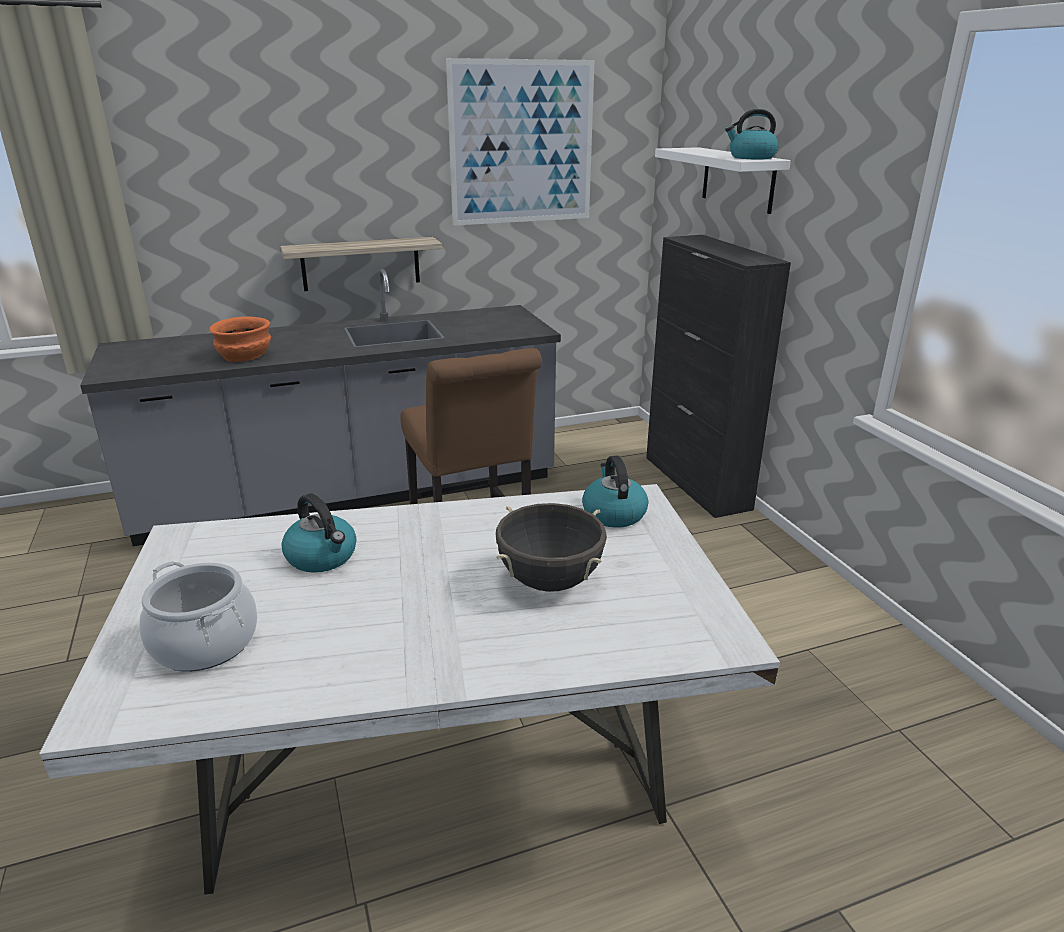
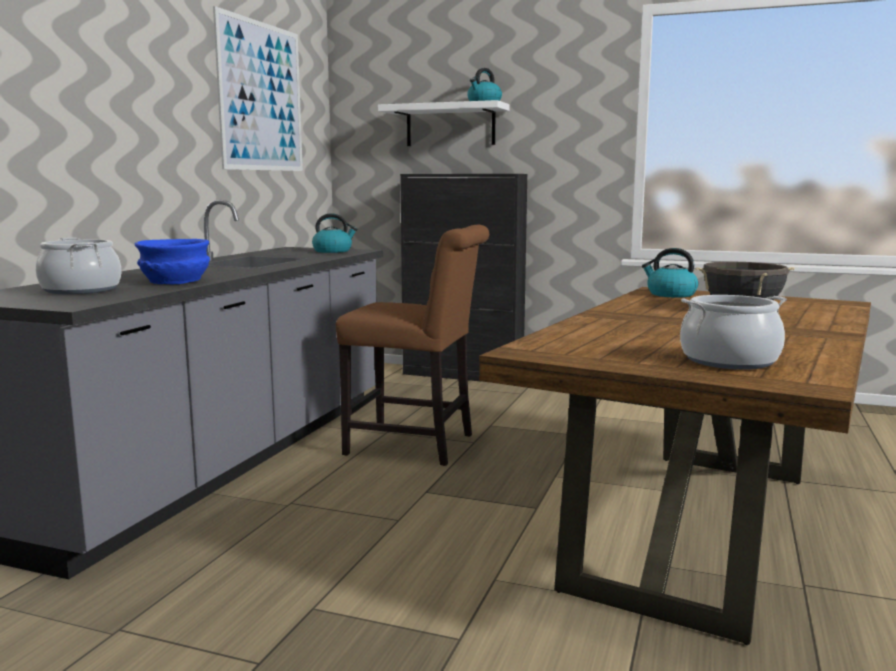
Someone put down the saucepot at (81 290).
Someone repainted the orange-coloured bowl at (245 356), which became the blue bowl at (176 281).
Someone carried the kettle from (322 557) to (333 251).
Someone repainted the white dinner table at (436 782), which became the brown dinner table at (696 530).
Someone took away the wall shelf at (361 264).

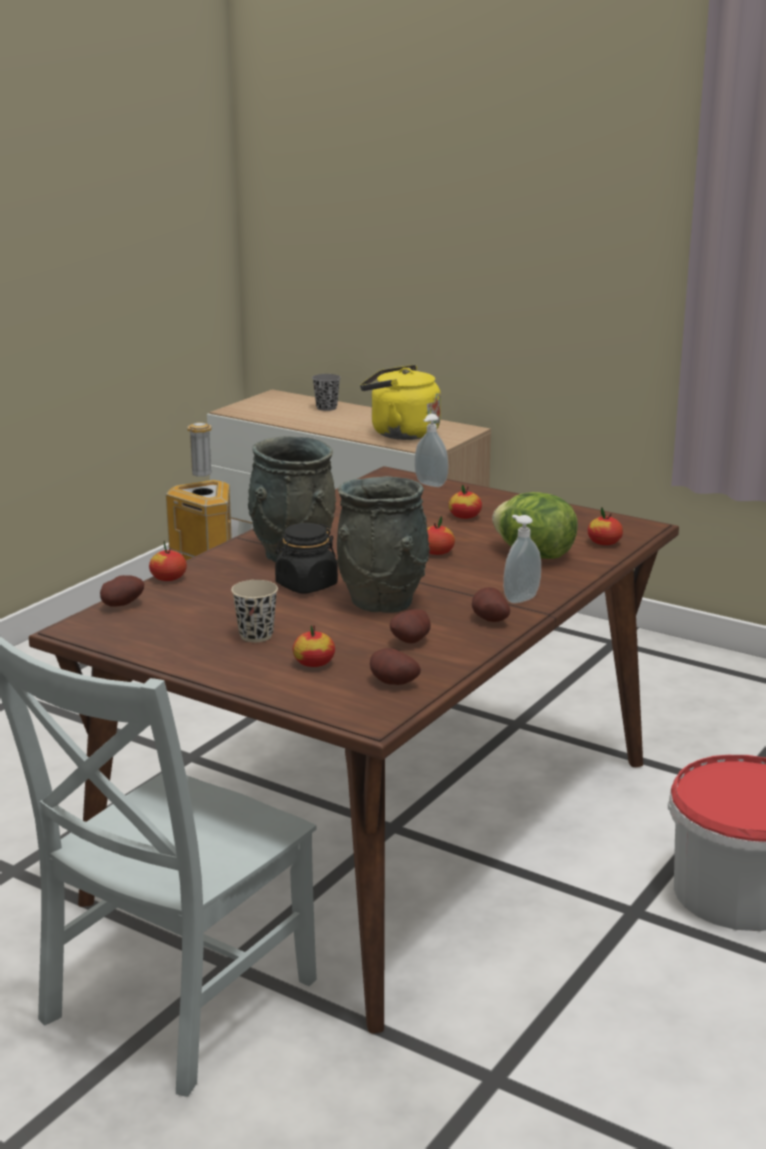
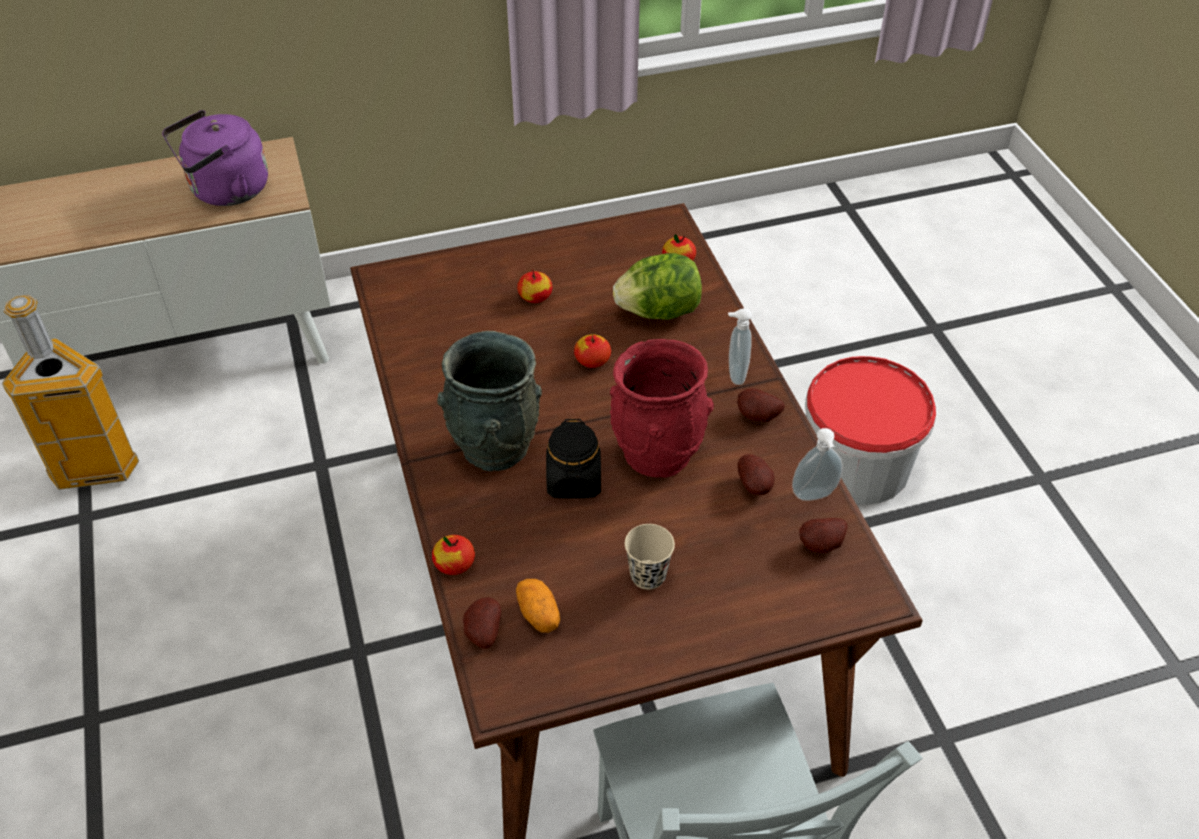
Someone repainted the yellowish kettle at (400 433), which became the purple-coloured kettle at (225 191).
Someone put down the whole potato at (538 614).
Someone repainted the grey decorative vase at (383 601), which became the reddish decorative vase at (658 454).
Someone carried the soap dispenser from (429 485) to (814 496).
Someone took away the apple fruit at (314 663).
Someone took away the grey drinking cup at (326 408).

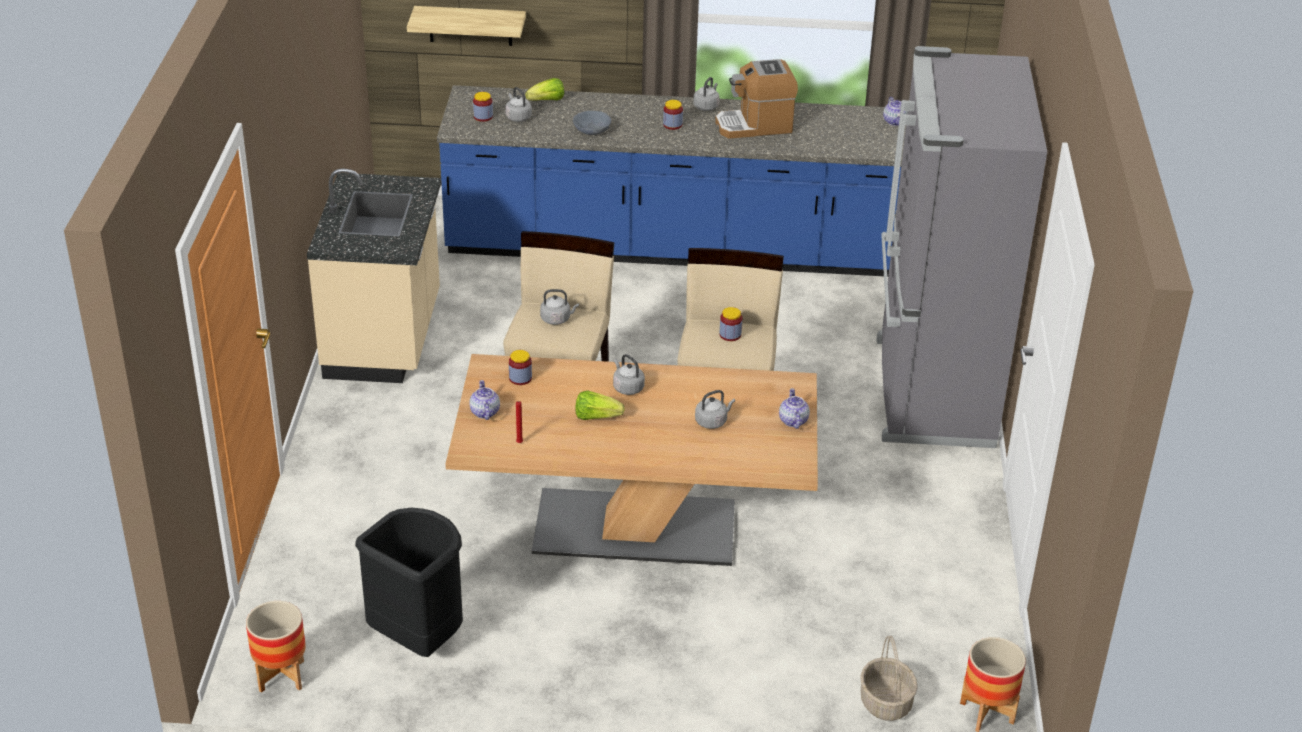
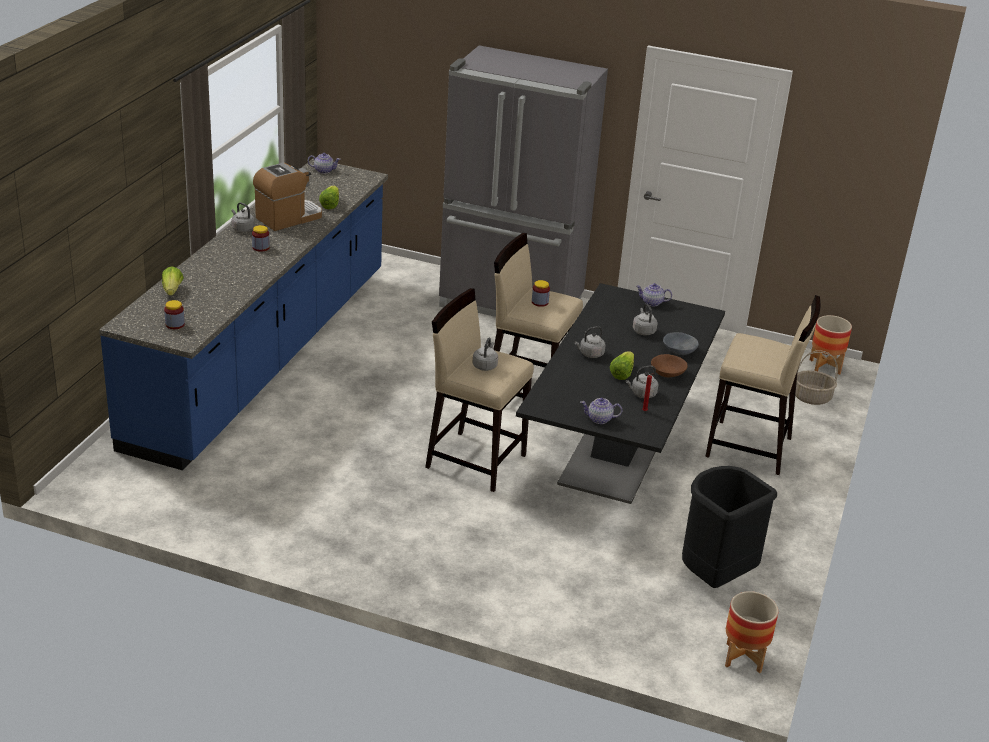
Someone rotated the coffee machine at (755 125) by 135 degrees counterclockwise.
Someone put down the lettuce head at (330 205).
Someone repainted the beige-coloured dinner table at (635 528), which became the blackish dinner table at (615 452).
Someone carried the grey kettle from (517 117) to (642 394).
Someone put down the brown bowl at (667 373).
Someone carried the grey bowl from (592 130) to (678 351).
Someone put down the beige-coloured stool at (750 448).
Someone took away the beige-coloured kitchen base unit at (385 338).
Someone took away the wall shelf at (470 25).
Someone took away the jar at (520 378).

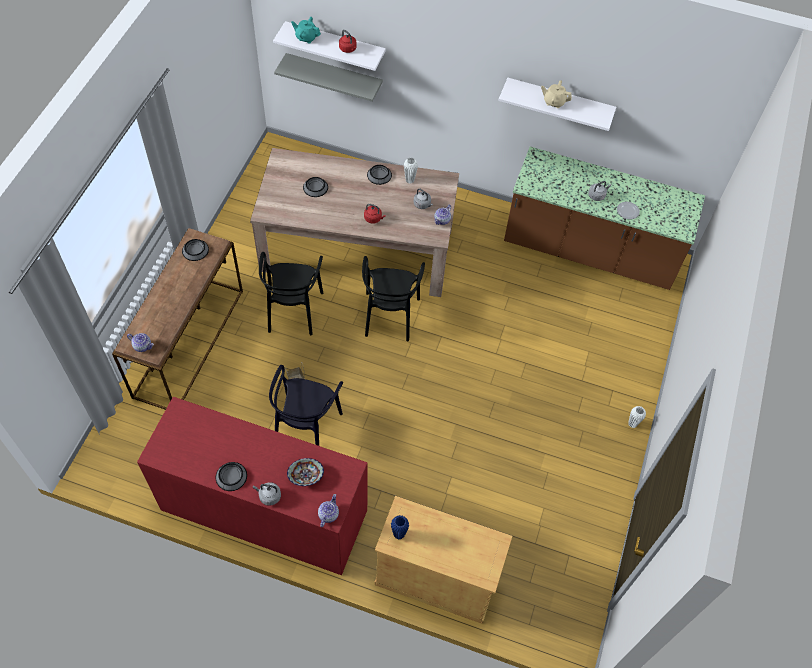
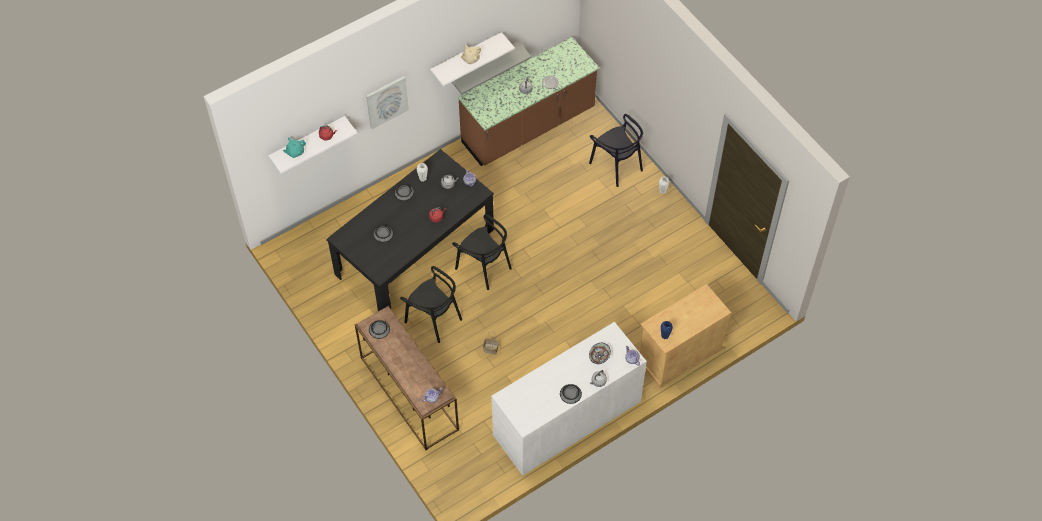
Someone repainted the beige-coloured dinner table at (357 248), which became the blackish dinner table at (414 252).
Someone put up the picture at (387 101).
Someone carried the grey wall shelf from (334 75) to (483 65).
Someone repainted the reddish drawer chest at (264 510), which became the white drawer chest at (567 418).
Someone carried the blackish plain chair from (306 428) to (616 165).

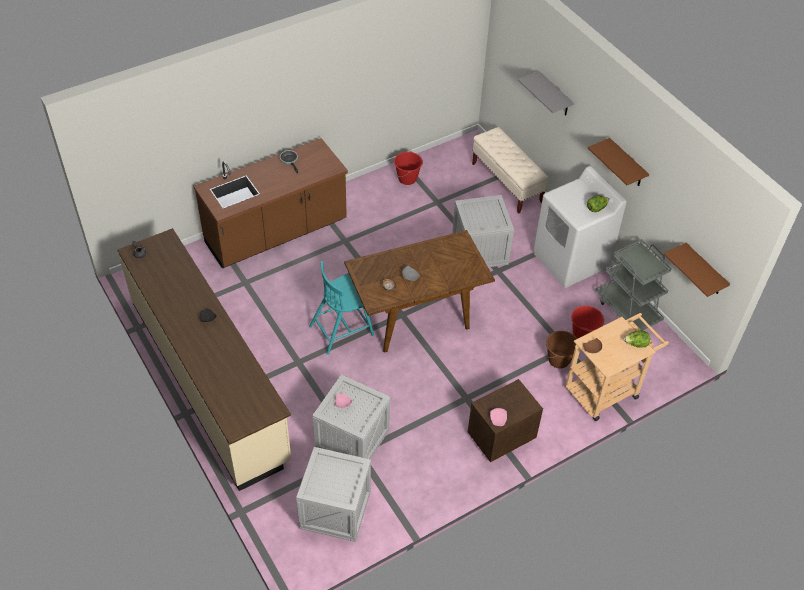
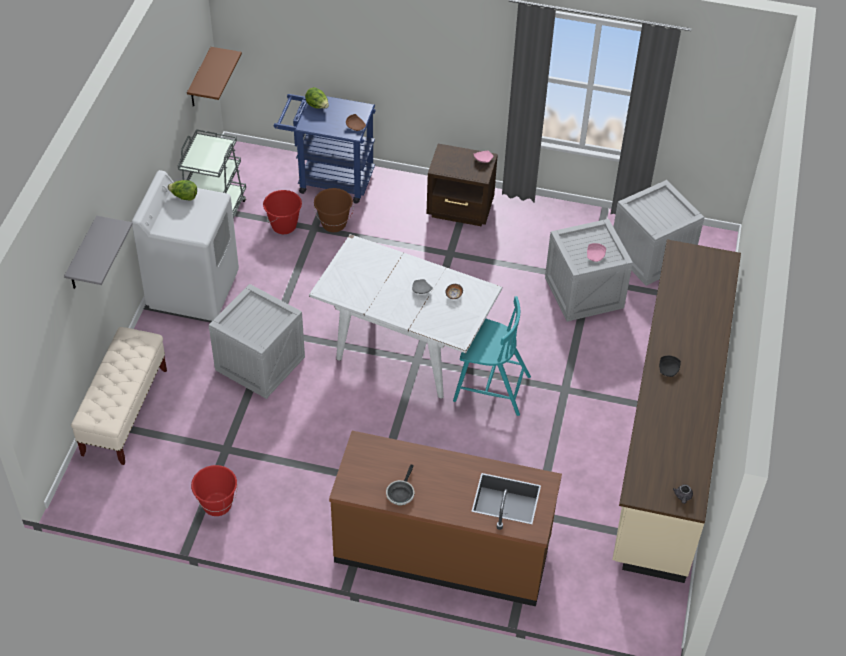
Someone repainted the beige-coloured trolley at (606 389), which became the blue trolley at (329 179).
Someone repainted the brown dinner table at (416 315), which became the white dinner table at (405 349).
Someone took away the brown wall shelf at (627 164).

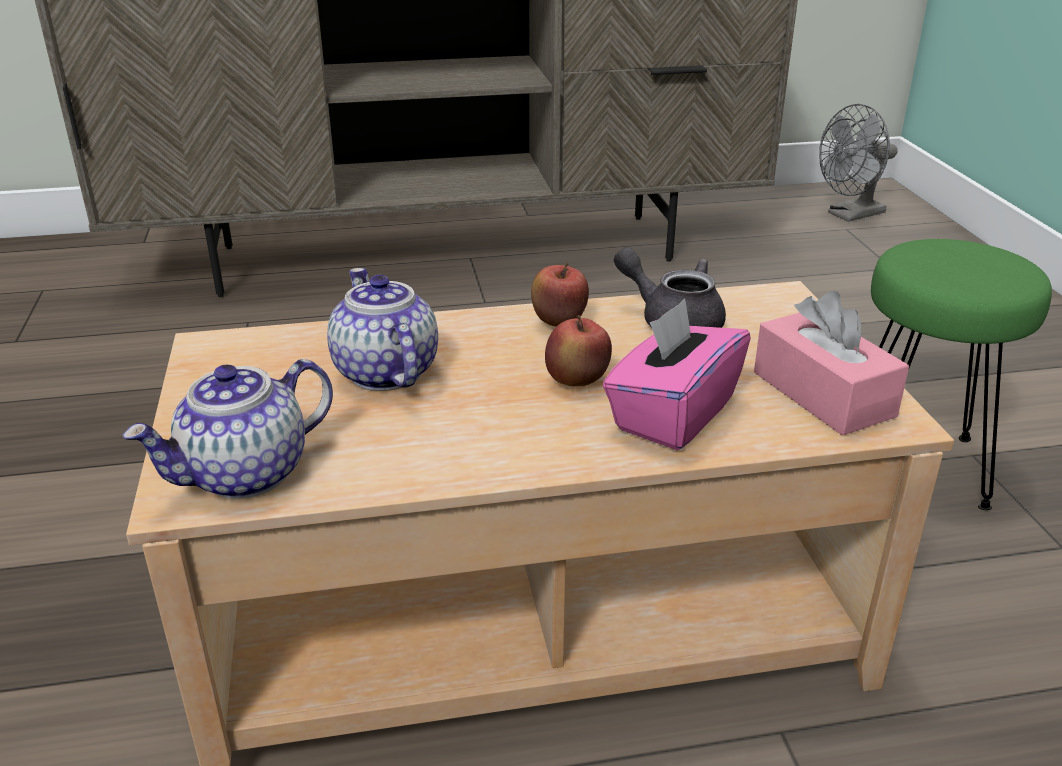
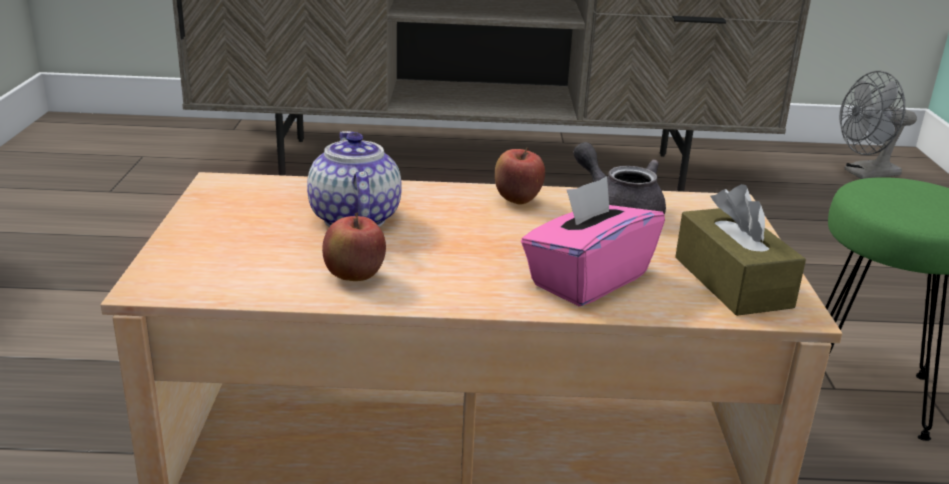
Someone carried the apple fruit from (577 382) to (354 278).
Someone repainted the pink box of tissues at (823 394), which became the brown box of tissues at (732 282).
Someone took away the pot for tea at (245 475).

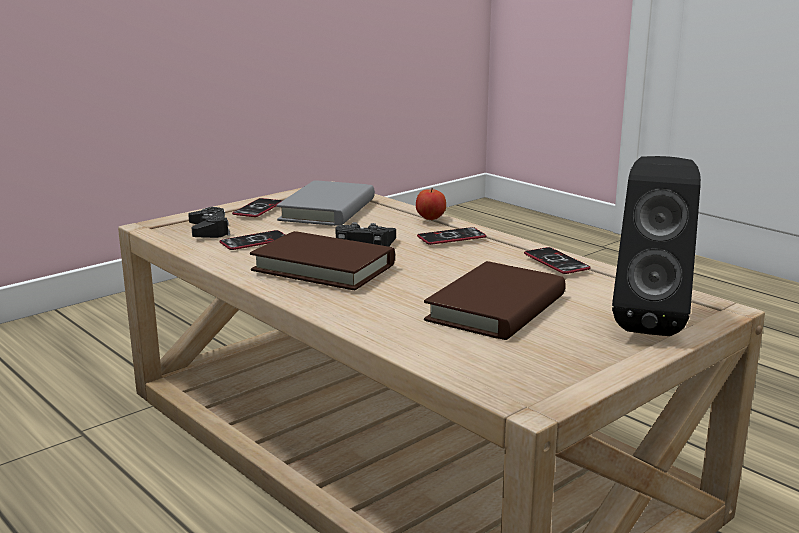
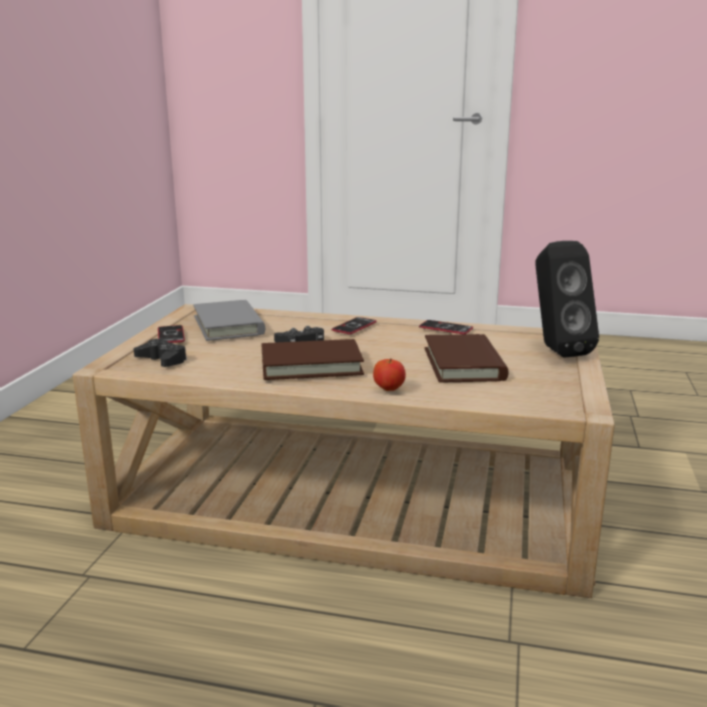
Someone carried the apple fruit from (430 219) to (389 389).
Someone took away the phone at (255 241).

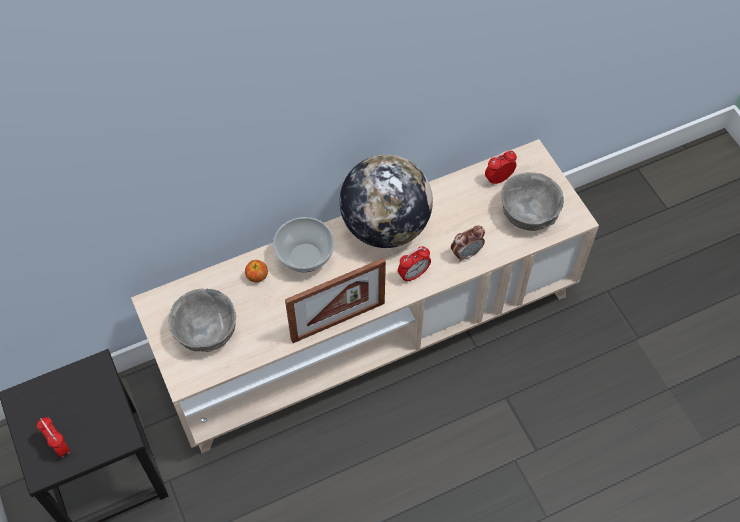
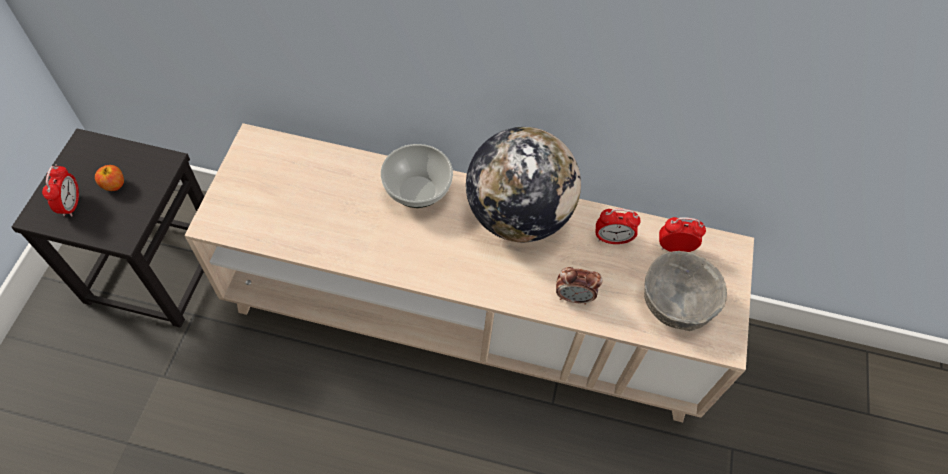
Someone carried the apple fruit from (257 276) to (114 185).
Someone carried the table clock from (413 274) to (612 239).
Someone took away the grey bowl at (206 331).
Someone took away the picture frame at (338 321).

